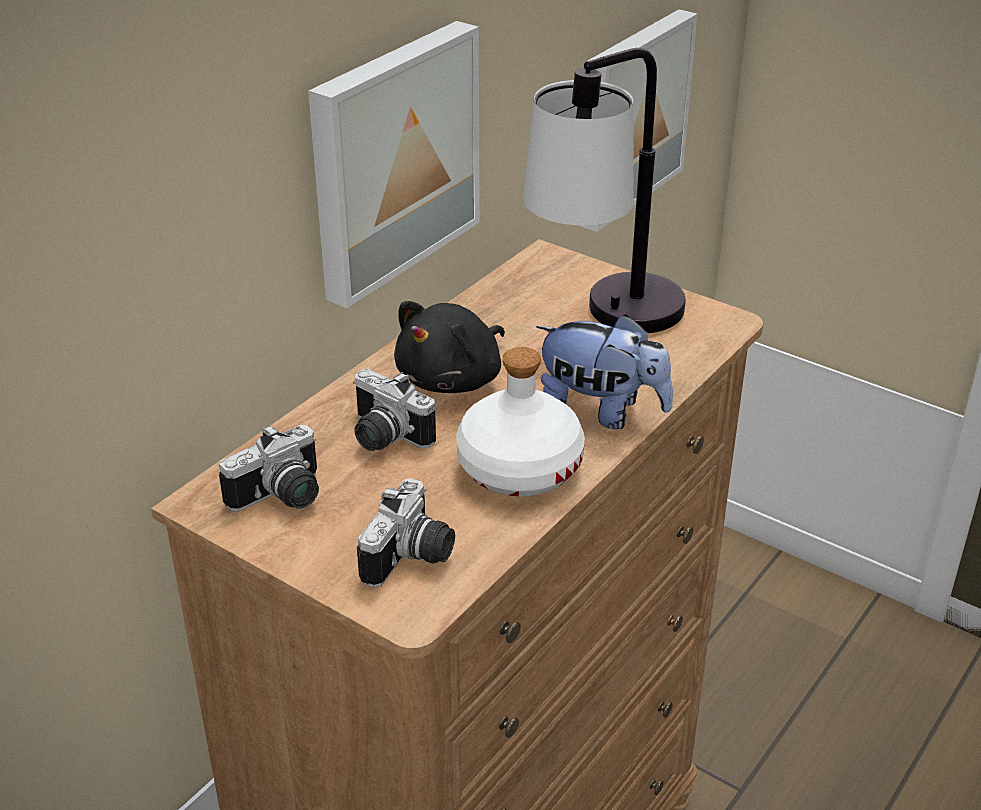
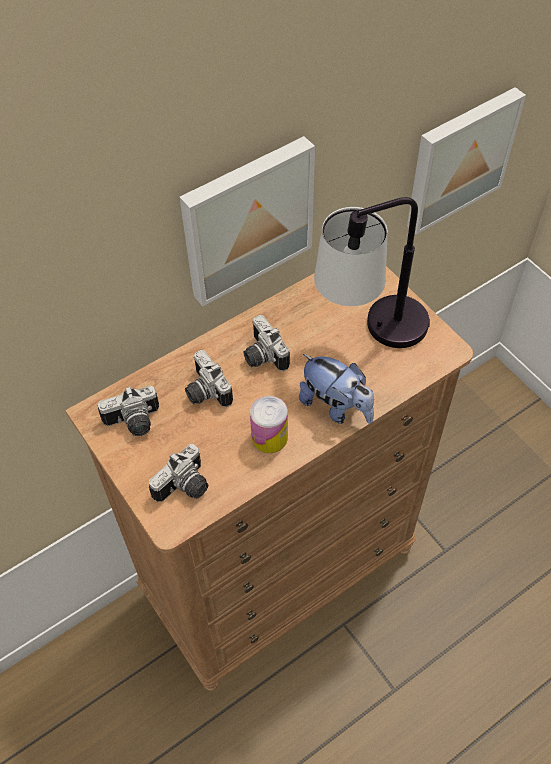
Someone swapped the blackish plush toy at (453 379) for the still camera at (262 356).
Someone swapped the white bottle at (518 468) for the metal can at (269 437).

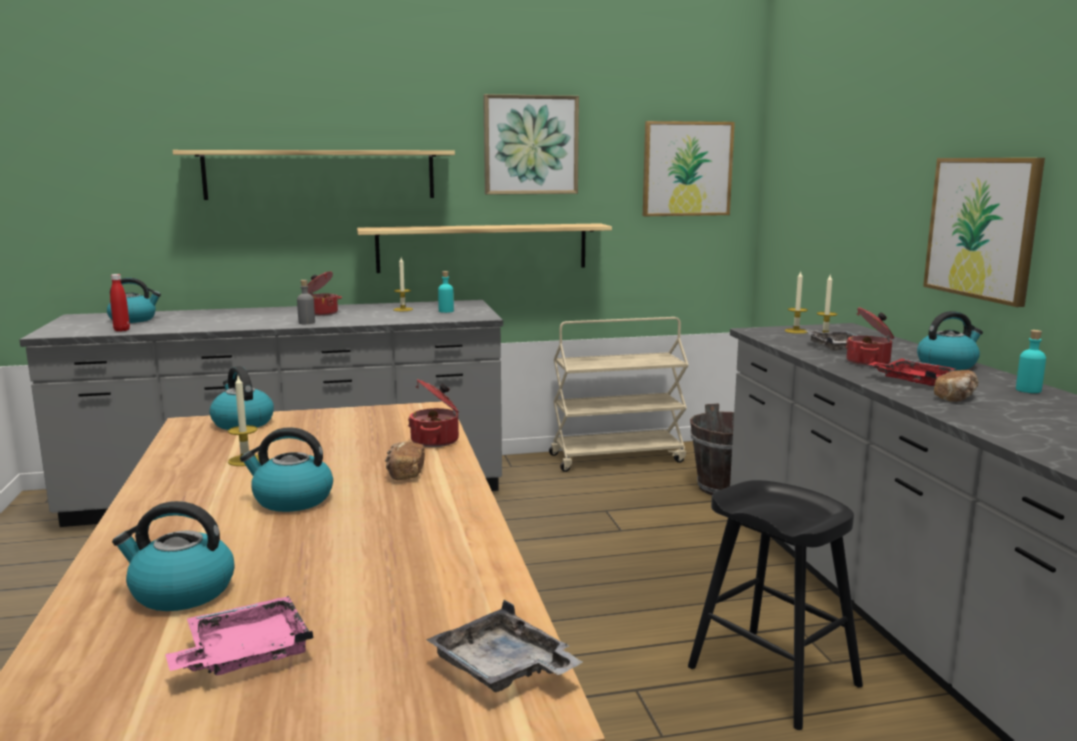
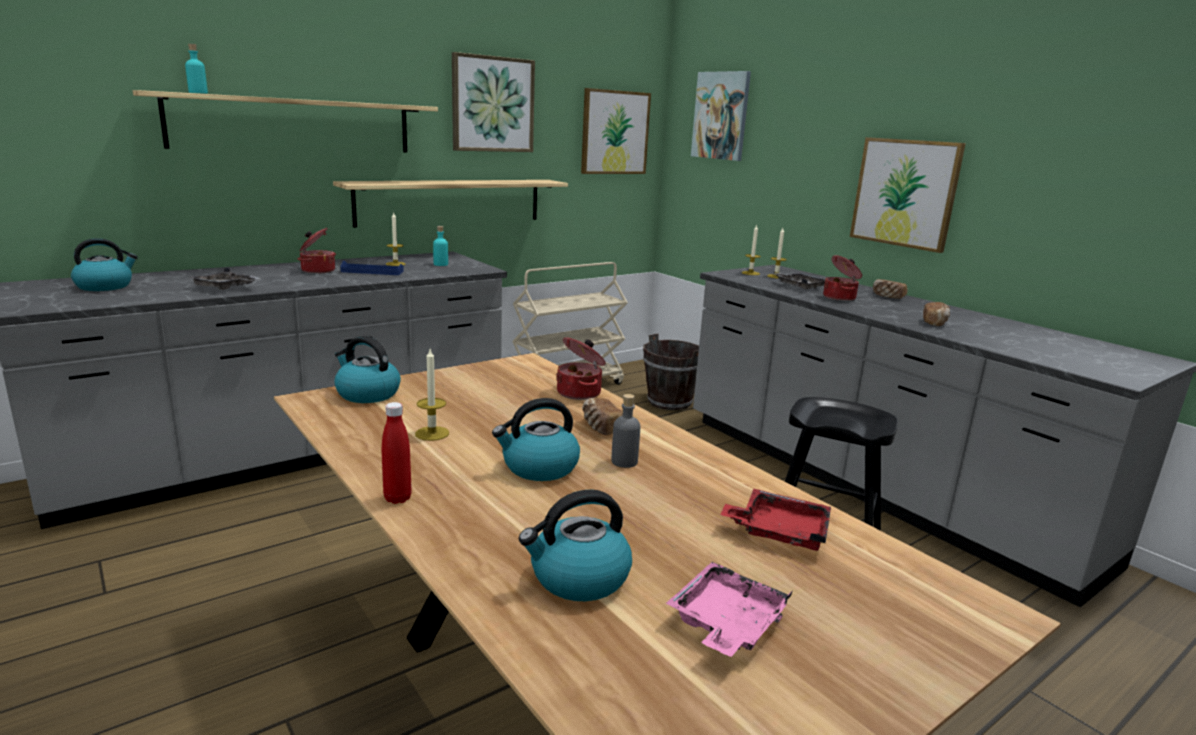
Someone carried the turquoise bottle from (1028 390) to (198 93).
Someone carried the grey carrying tray from (502 669) to (225 287).
Someone put down the blue carrying tray at (372 272).
Someone carried the reddish bottle from (122 330) to (397 498).
Someone carried the grey bottle from (306 322) to (624 462).
Someone put up the picture at (721 116).
Someone carried the reddish carrying tray from (912 380) to (779 531).
Someone swapped the kettle at (947 364) for the baked bread at (888 296).

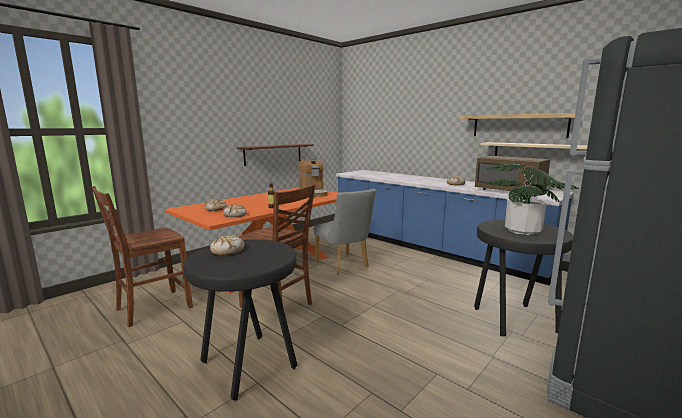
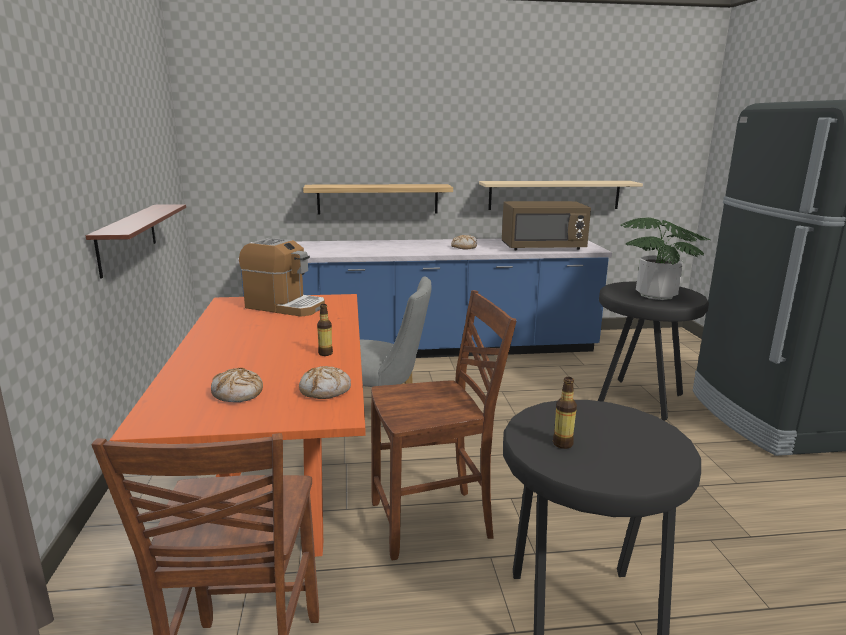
Someone carried the wall shelf from (518 125) to (378 199).
Someone swapped the baked bread at (228 250) for the bottle at (562 444).

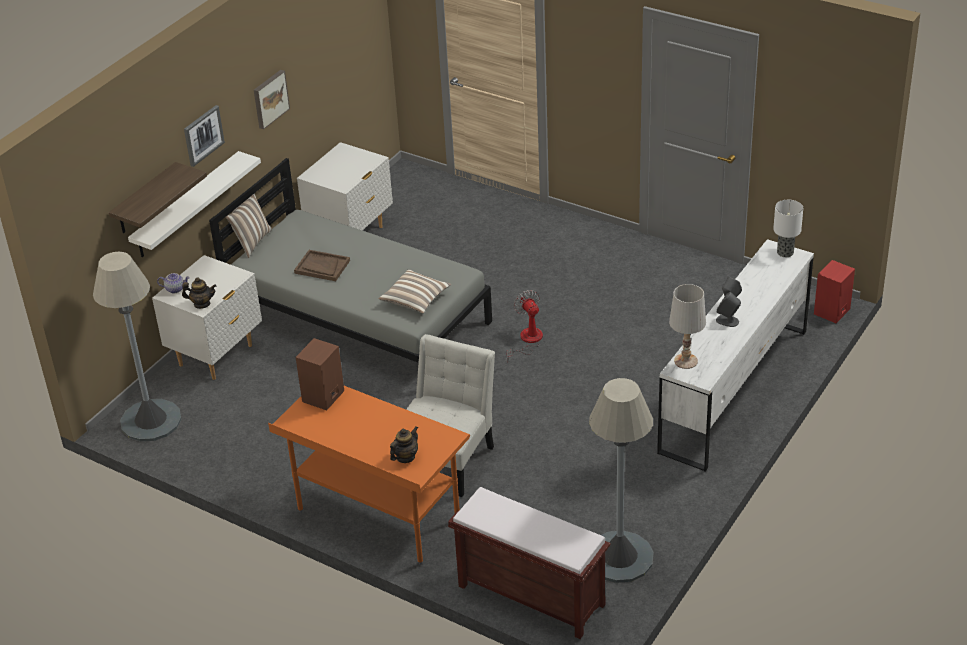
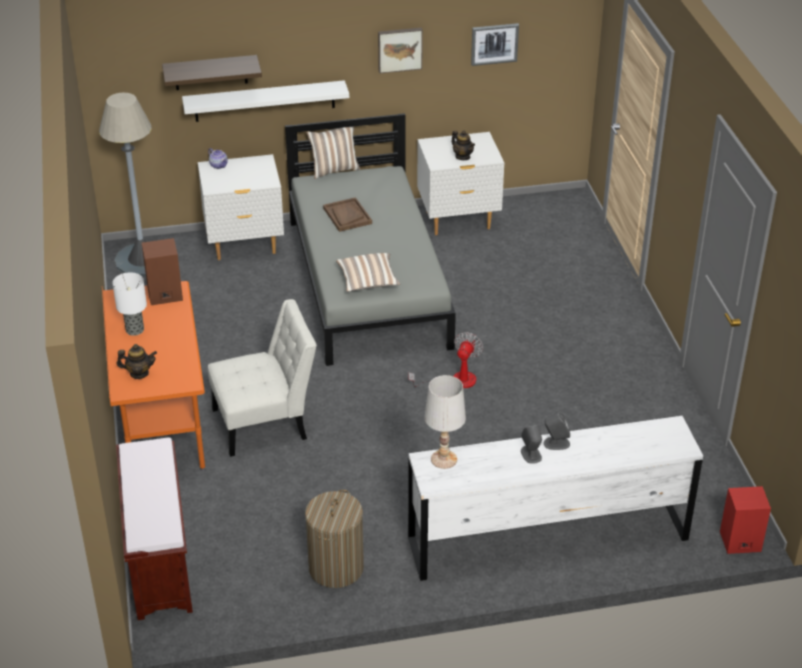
Someone carried the lamp for a table from (784 252) to (134 330).
Someone put down the hamper at (336 568).
Someone carried the pot for tea from (202 304) to (462 156).
Someone carried the picture from (203 135) to (494 43).
Someone took away the grey standing lamp at (619 557).

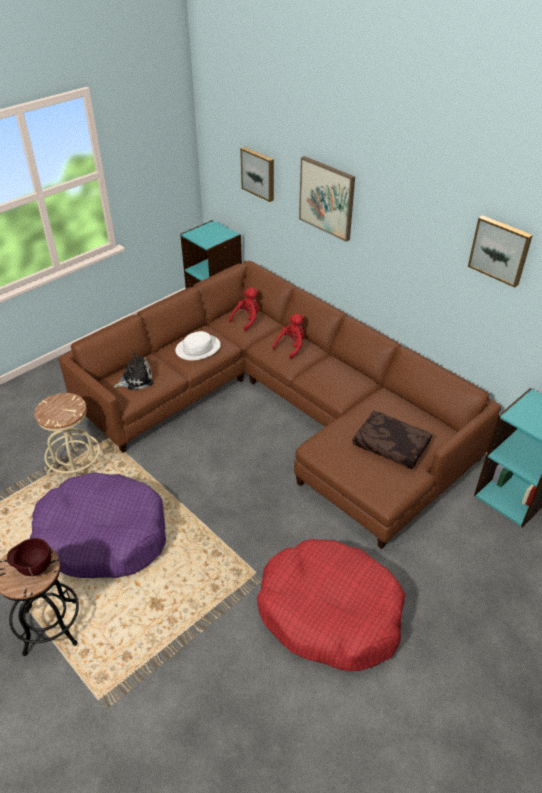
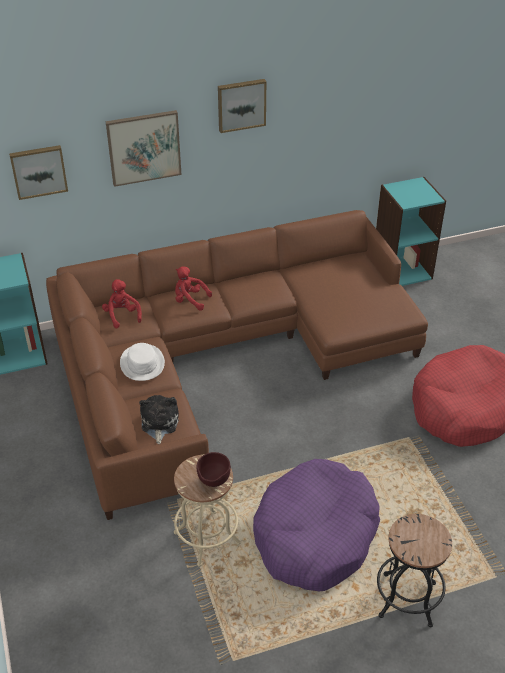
Someone rotated the reddish plush toy at (291 346) by 45 degrees counterclockwise.
Someone carried the brown bowl from (34 569) to (213 482).
Someone carried the picture from (500 250) to (241 104).
Someone took away the brown pillow at (390 446).

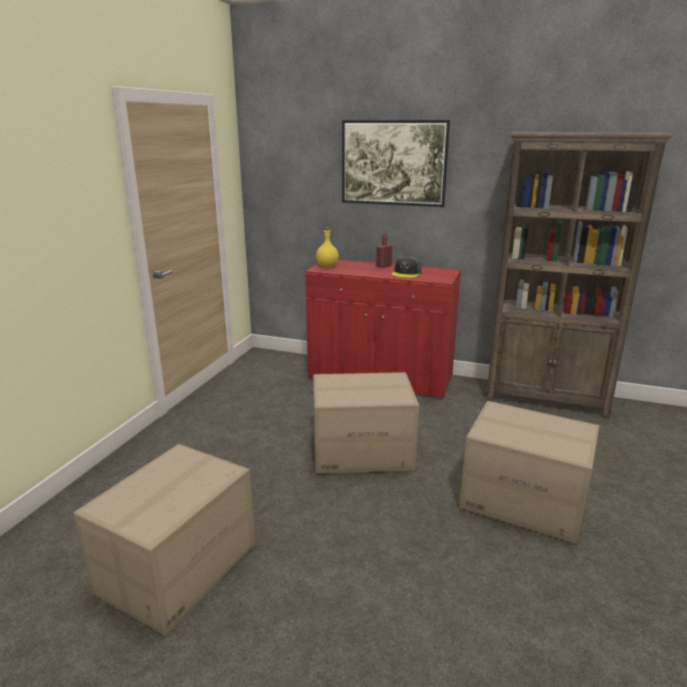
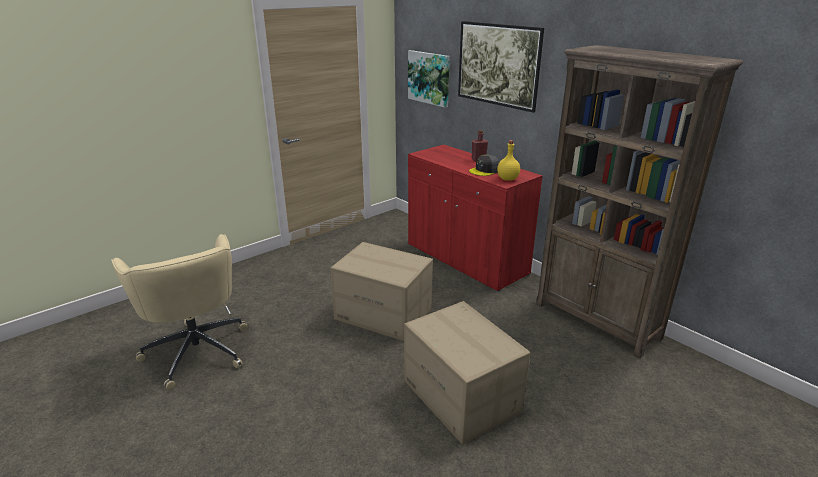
Someone swapped the carton at (178 569) for the beige-coloured desk chair at (197 349).
Someone put up the picture at (429 78).
Someone carried the yellowish bottle from (327 266) to (507 179).

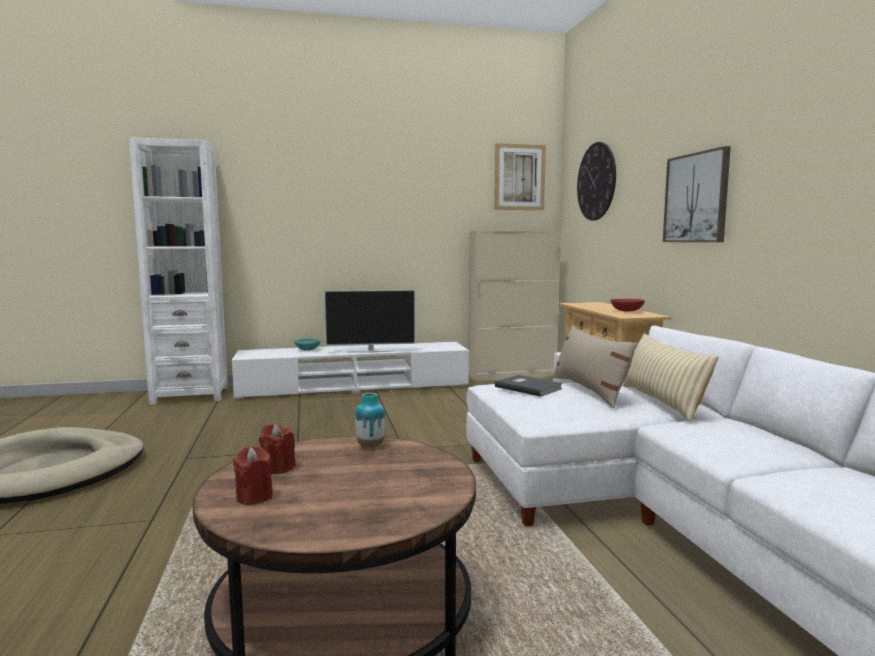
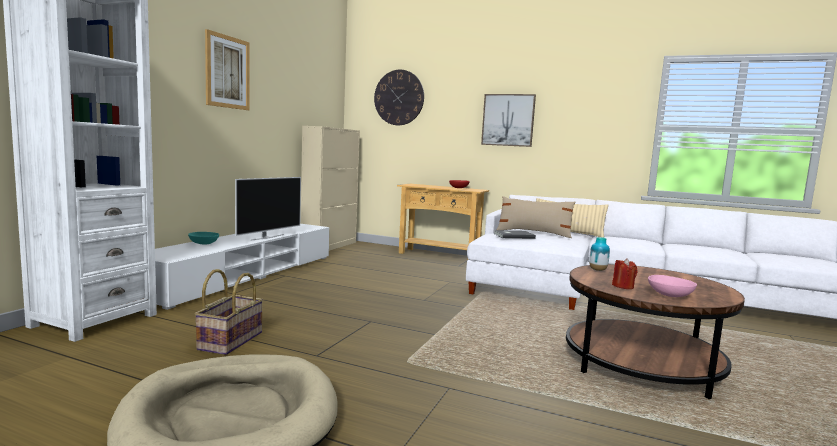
Someone put down the basket at (230 340).
Someone carried the picture from (519 177) to (227 72).
Someone swapped the reddish wax candle at (254 497) for the pink bowl at (669 295).

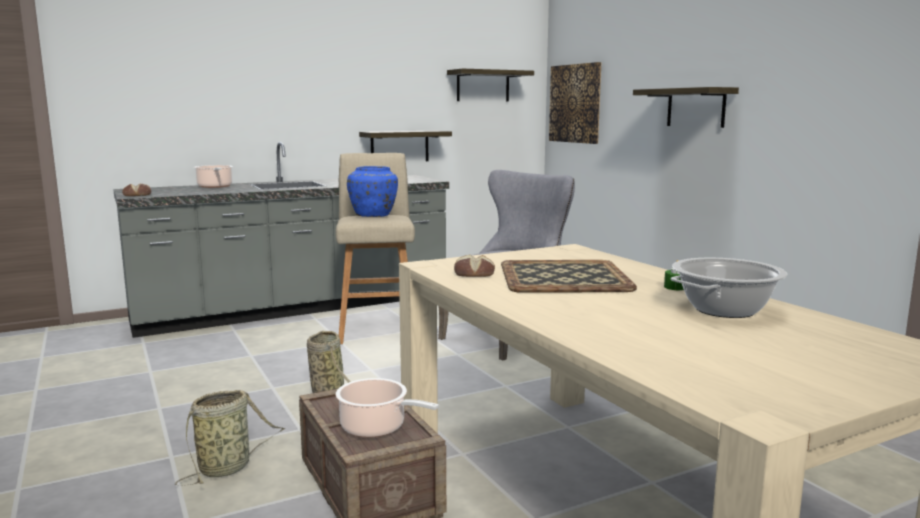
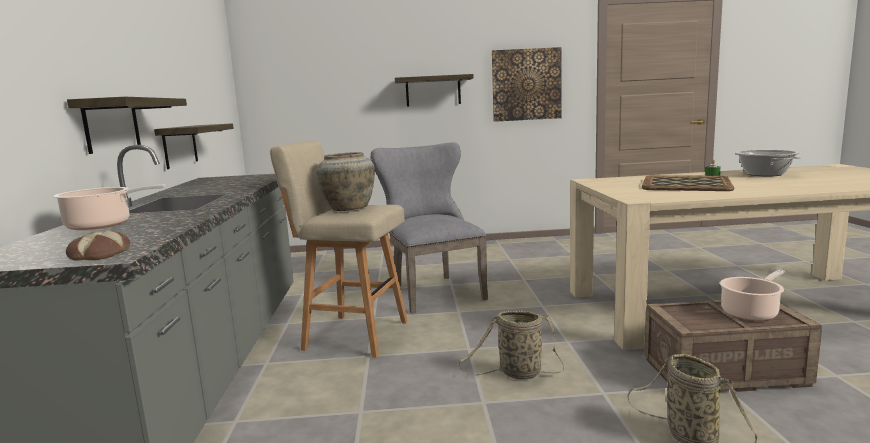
Someone carried the wall shelf from (483 86) to (112 125).
Someone repainted the blue decorative vase at (374 216), which became the beige-coloured decorative vase at (349 208).
Someone carried the picture from (575 103) to (526 84).
Someone took away the baked bread at (474 274).

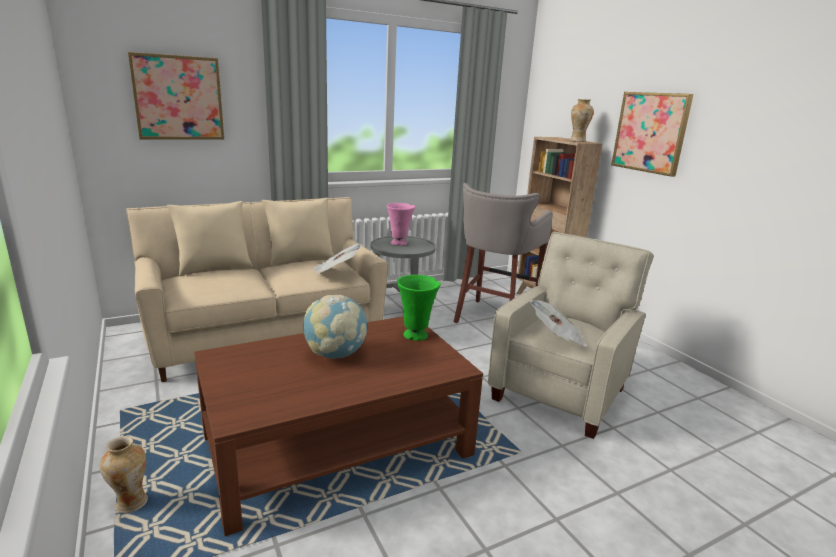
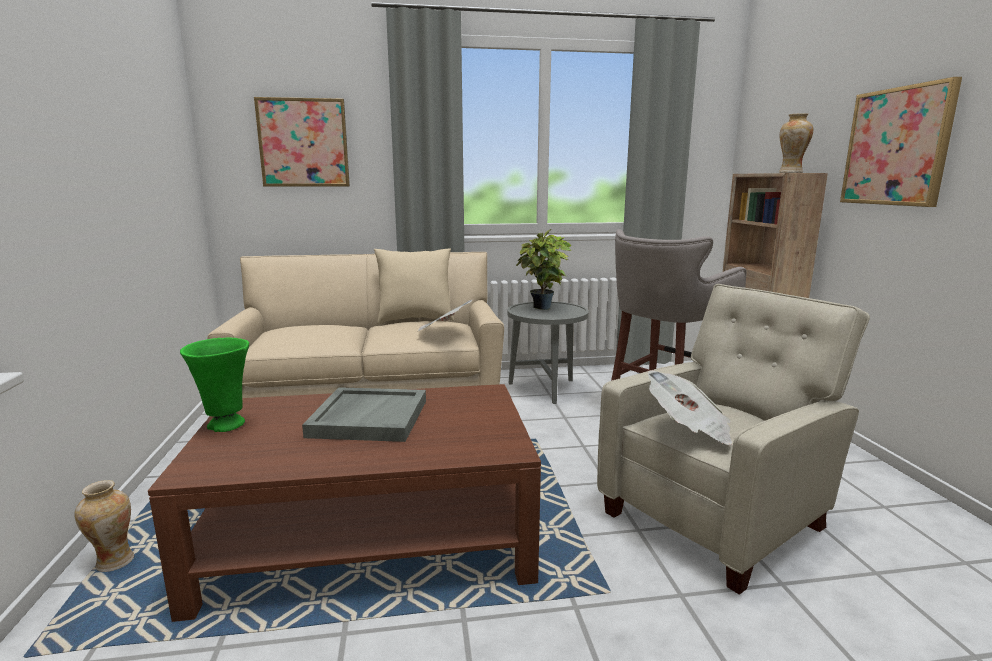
Someone carried the greenish decorative vase from (416 336) to (226 426).
Someone swapped the globe at (335 354) for the grey carrying tray at (368 418).
Someone swapped the pink decorative vase at (399 243) for the potted plant at (544 309).
Someone took away the beige-coloured pillow at (214 268).

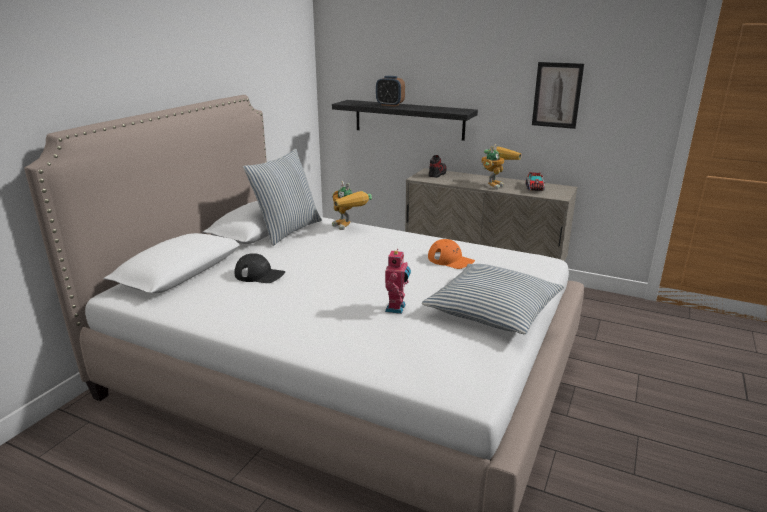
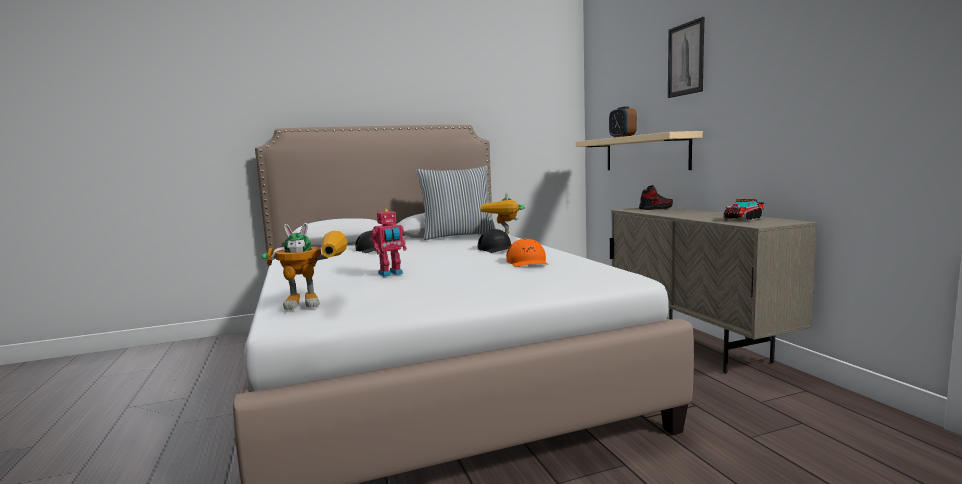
Someone carried the model robot from (495 184) to (317 302).
Someone put down the blackish peaked cap at (497 249).
Someone repainted the blackish wall shelf at (408 119), which became the beige-coloured wall shelf at (645 153).
Someone carried the picture from (557 95) to (685 59).
Someone took away the pillow at (492 310).

